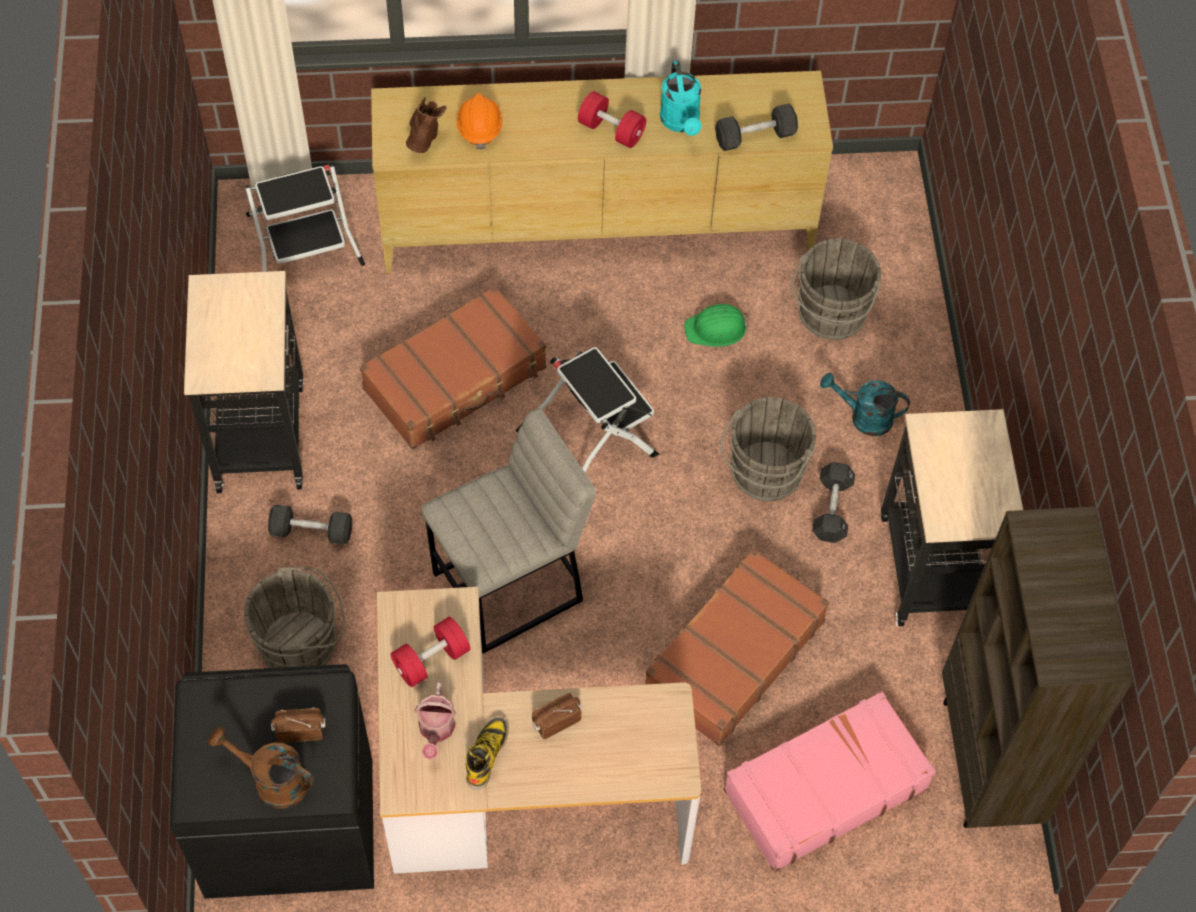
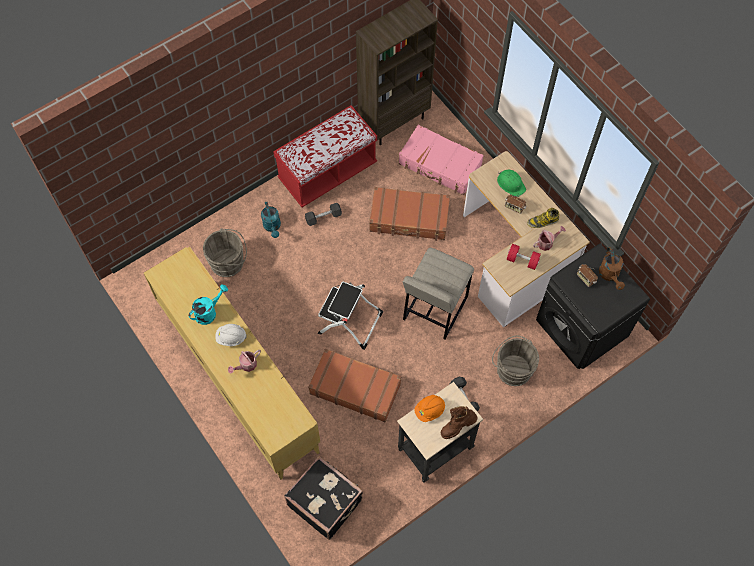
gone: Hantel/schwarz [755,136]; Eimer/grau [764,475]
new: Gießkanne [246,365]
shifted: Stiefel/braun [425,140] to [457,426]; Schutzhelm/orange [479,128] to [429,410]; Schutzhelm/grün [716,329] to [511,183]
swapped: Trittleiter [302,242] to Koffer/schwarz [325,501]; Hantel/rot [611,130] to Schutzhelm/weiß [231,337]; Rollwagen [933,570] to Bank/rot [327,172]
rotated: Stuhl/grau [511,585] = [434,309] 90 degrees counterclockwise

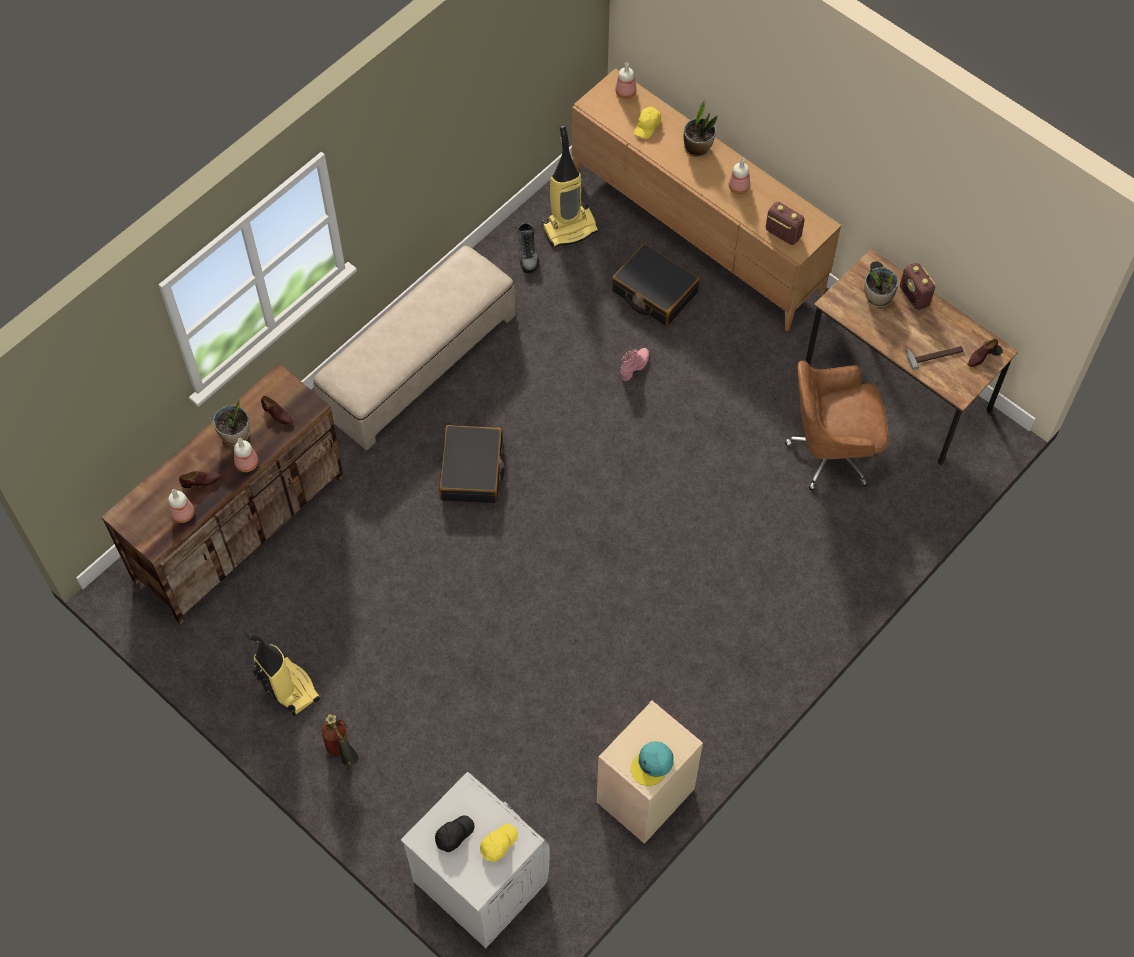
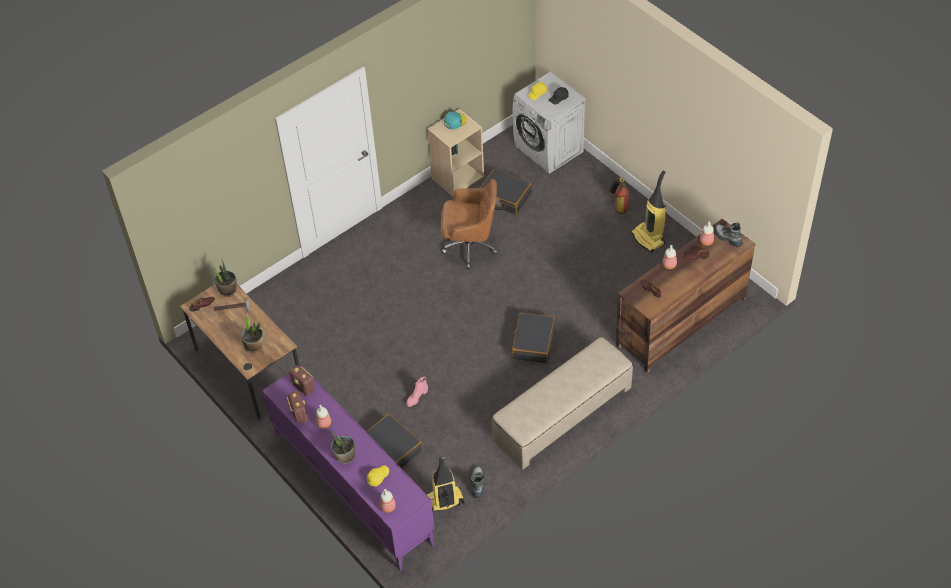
new: Koffer/schwarz [504,197]; Stiefel [727,238]
shifted: Topfpflanze [235,435] to [228,290]; Bürostuhl/braun [831,452] to [470,246]; Radio [914,296] to [299,414]
repainted: Schrank/braun [698,234] to Schrank/lila [351,488]

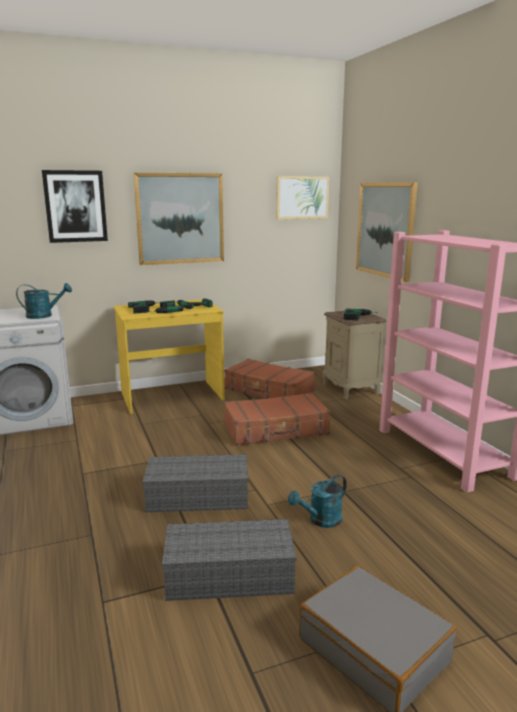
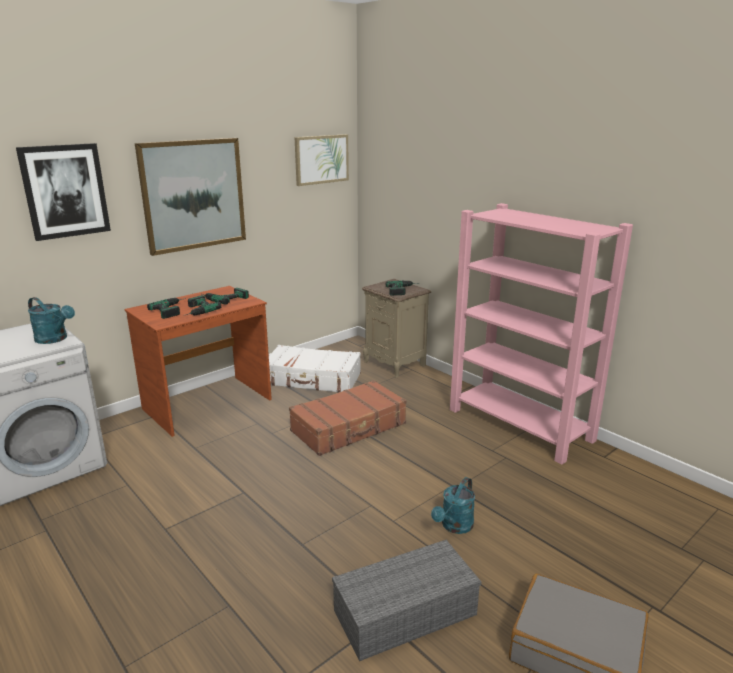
gone: Aufbewahrungsbox/grau [199,496]; Bild [385,230]
repainted: Schreibtisch/gelb [172,397] to Schreibtisch/braun [208,405]; Koffer/braun [269,390] to Koffer/weiß [312,379]
rotated: Gießkanne/türkis [44,316] = [55,339] 60 degrees clockwise

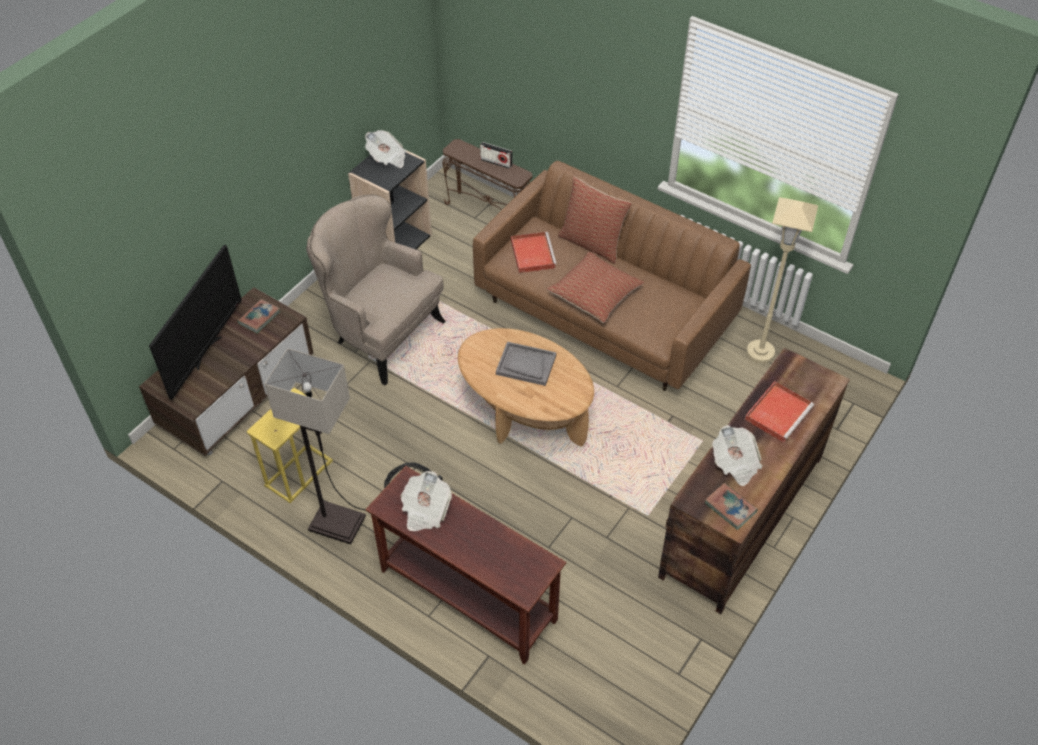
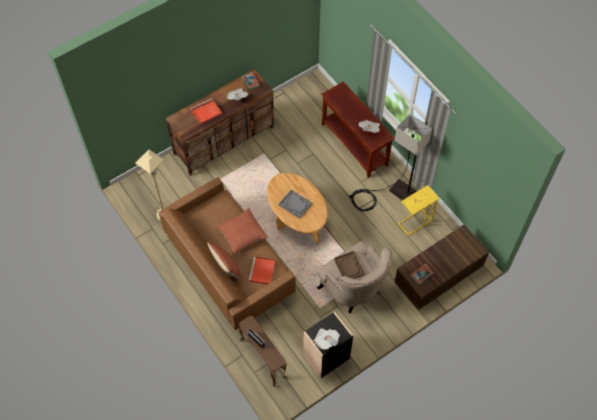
gone: Fernseher [206,352]
new: Tablett/braun [349,266]

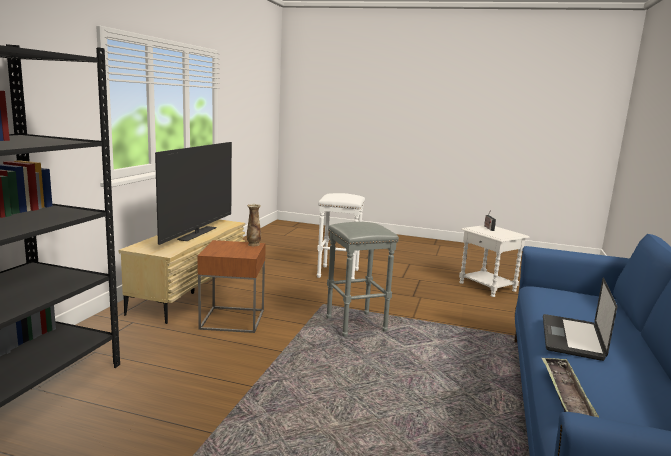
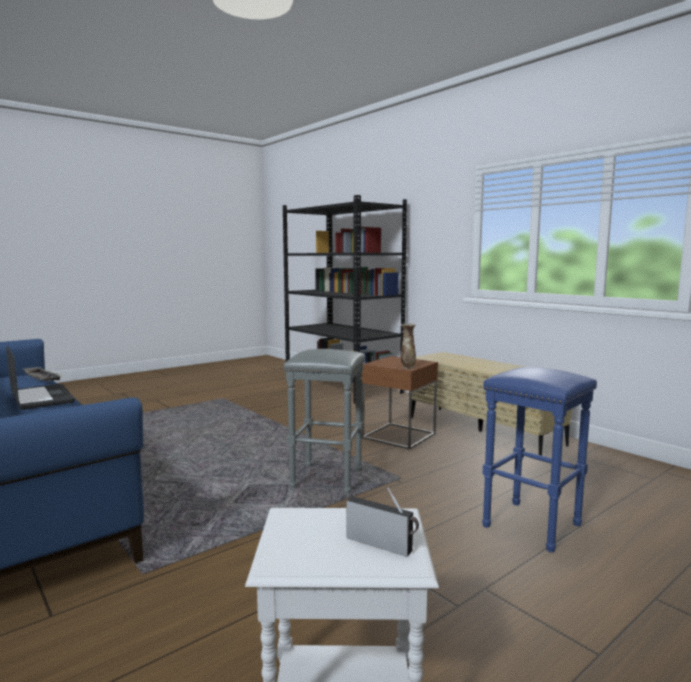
gone: Fernseher [197,234]
repainted: Hocker/weiß [337,273] to Hocker/blau [534,525]

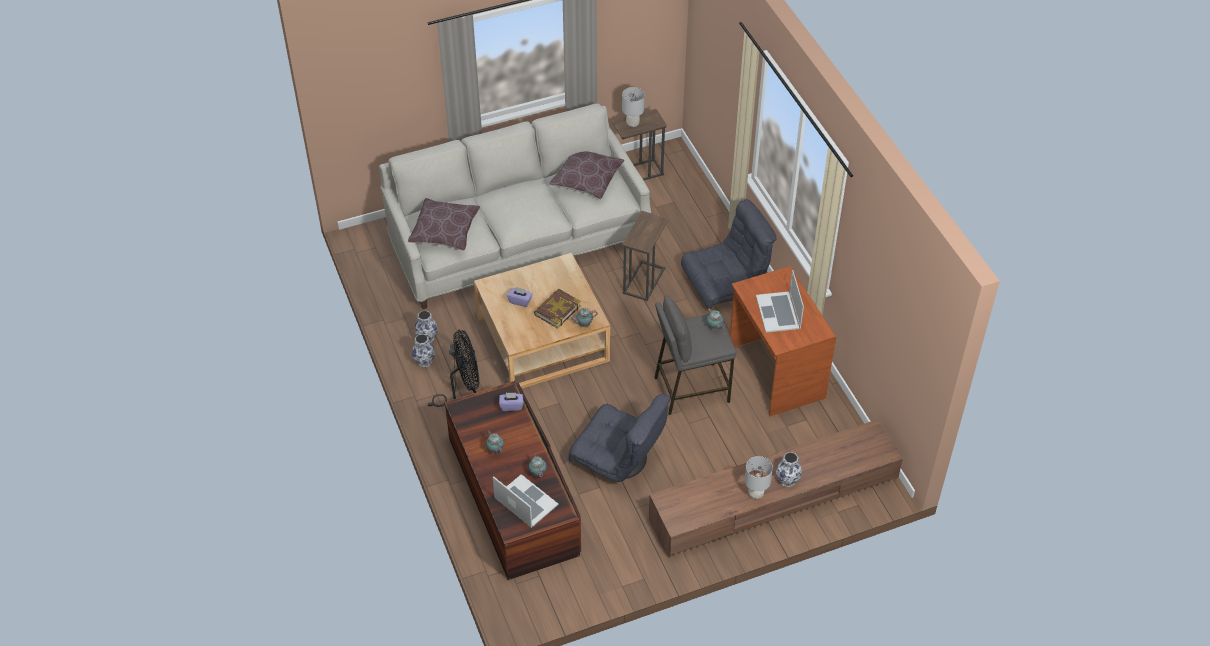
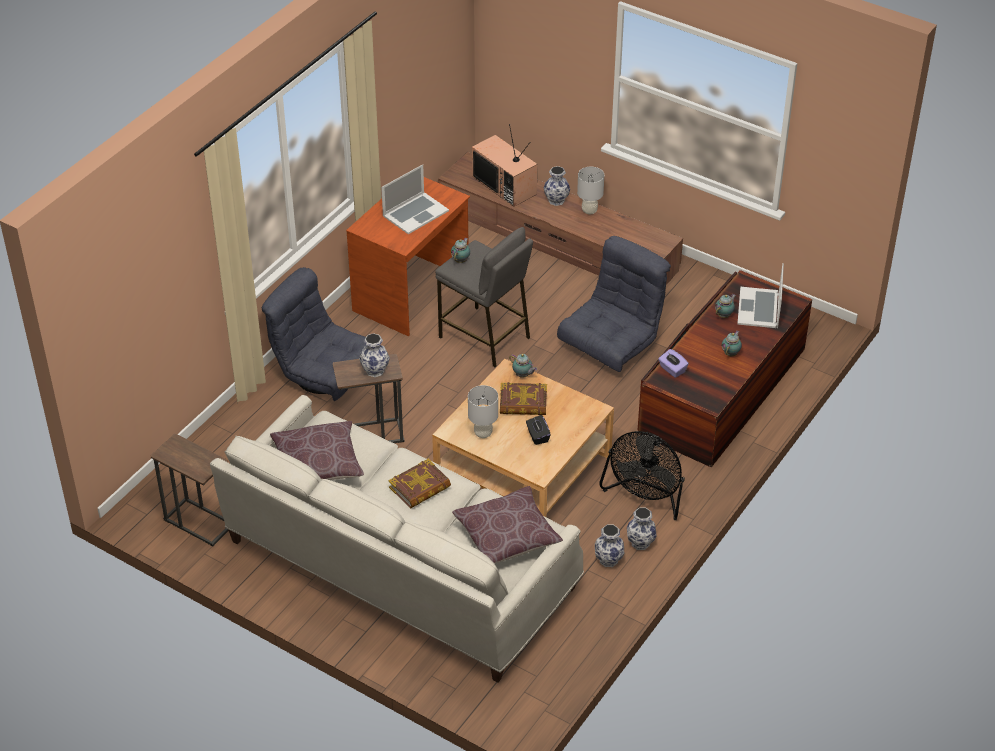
new: Vase [375,370]; Buch [420,488]; Fernseher [506,185]
shifted: Tischlampe/grau [632,124] to [483,433]
repainted: Taschentuchbox/lila [520,301] to Taschentuchbox/schwarz [537,436]
rotated: Ventilator/schwarz [462,388] = [644,493] 105 degrees counterclockwise; Sessel/grau [619,459] = [612,344] 45 degrees clockwise

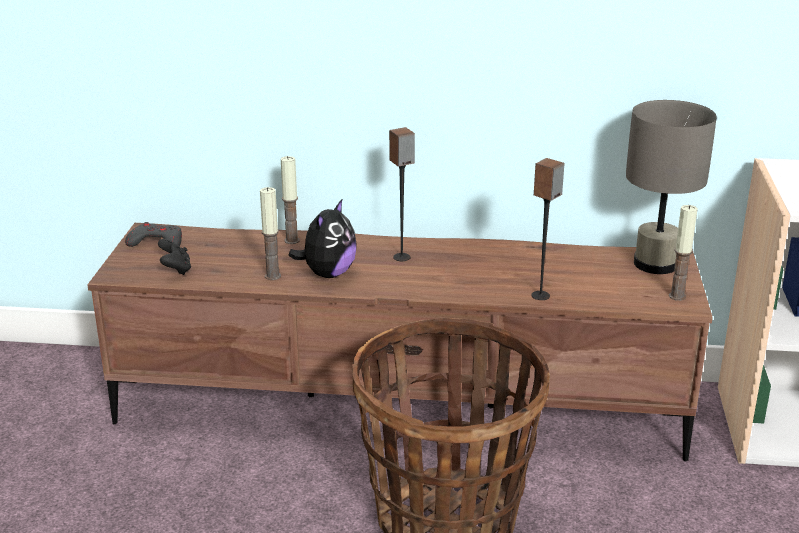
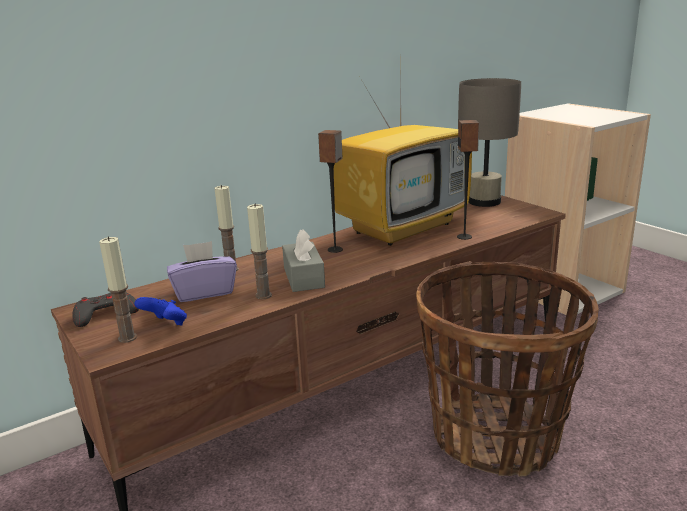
new: Taschentuchbox/lila [204,292]; Fernseher [403,227]
shifted: Kerze [677,296] to [127,338]
swapped: Plüschtier [328,274] to Taschentuchbox/grau [303,277]
repainted: Gamepad/schwarz [176,270] to Gamepad/blau [165,325]

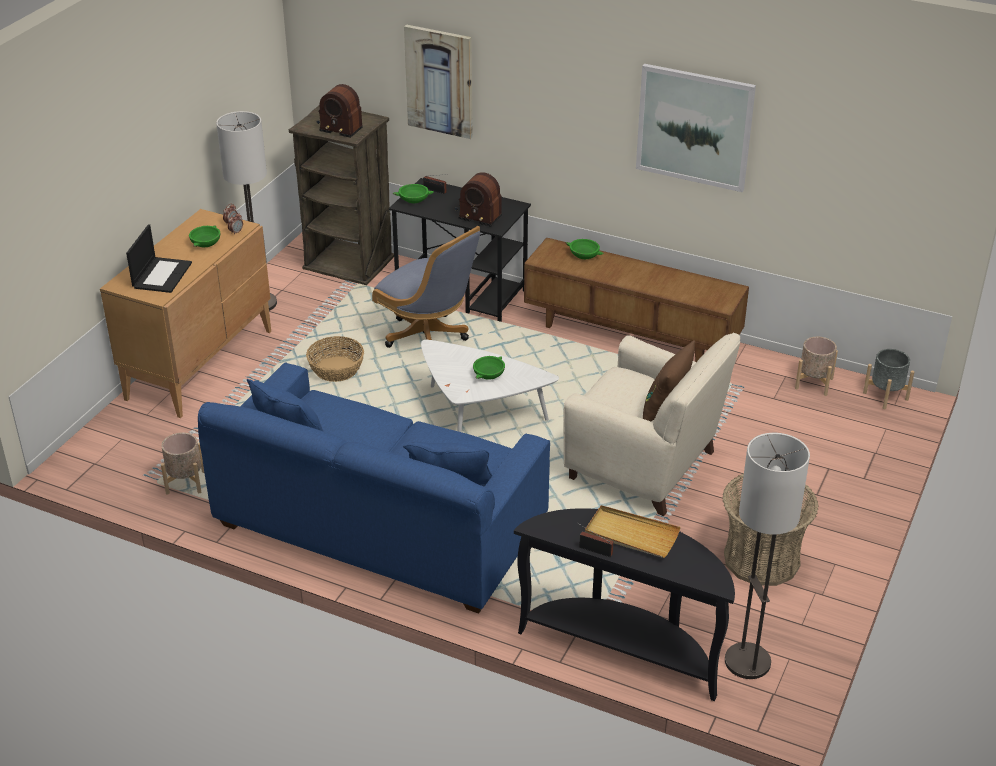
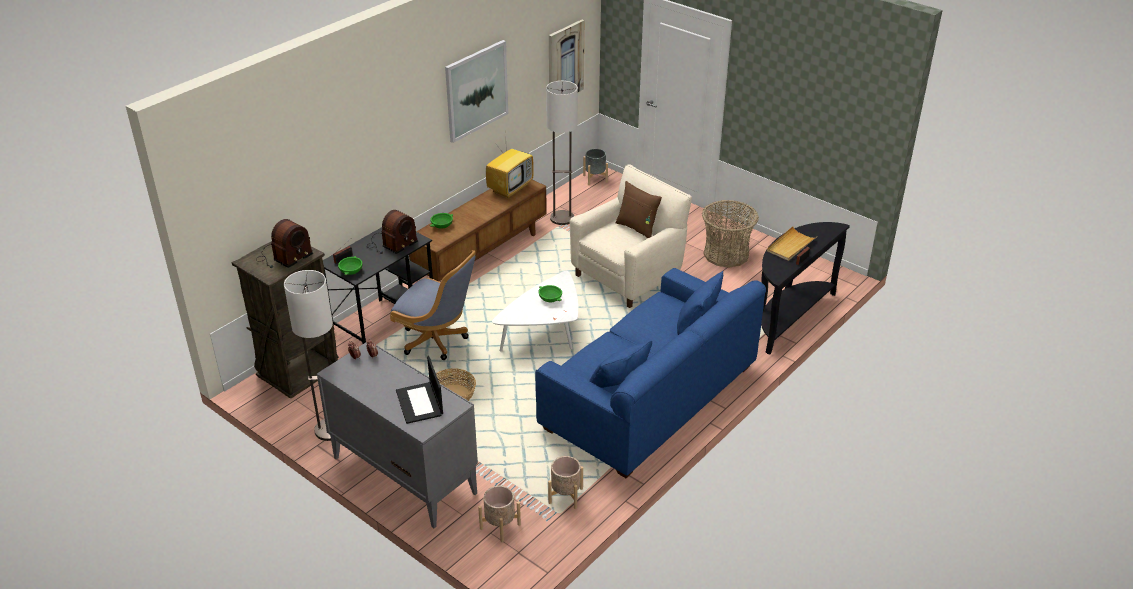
gone: Schüssel/grün [205,243]
new: Fernseher [510,188]
shifted: Bild [439,81] to [565,62]; Stehlampe [748,662] to [562,218]; Pflanzkübel/beige [814,383] to [500,526]
repainted: Schrank/braun [200,364] to Schrank/grau [404,475]
rotated: Laptop [162,275] = [420,403] 135 degrees counterclockwise; Bürostuhl/blau [431,339] = [439,342] 60 degrees clockwise

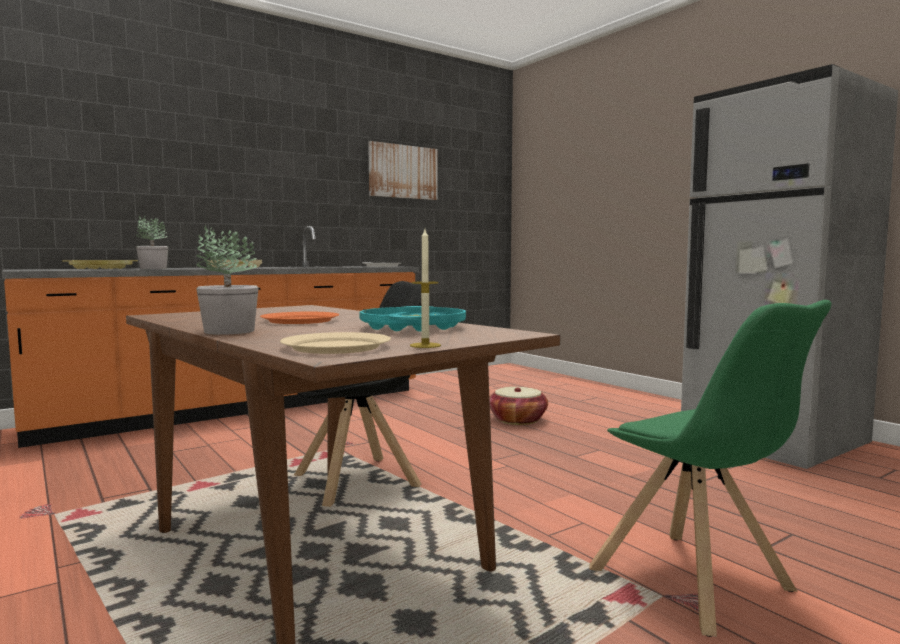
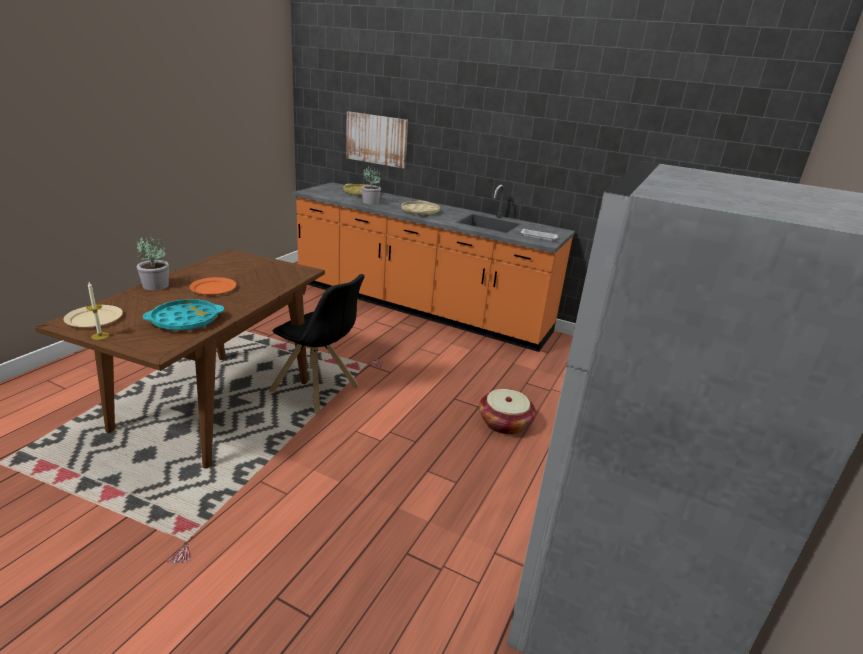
gone: Stuhl/grün [698,583]
shifted: Bild [403,172] to [377,139]

